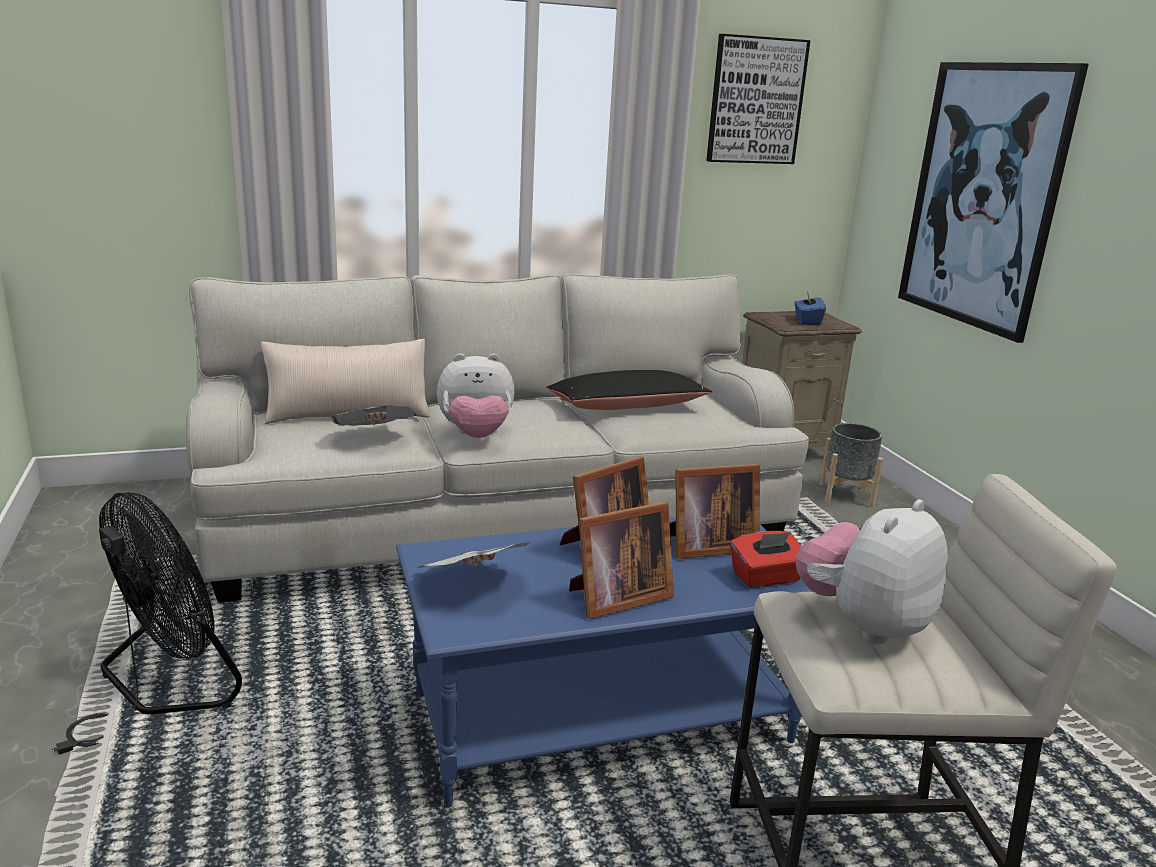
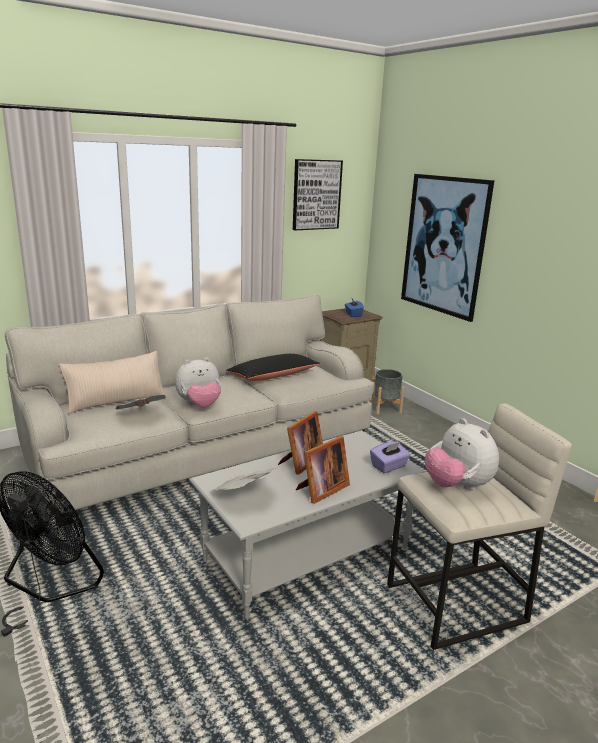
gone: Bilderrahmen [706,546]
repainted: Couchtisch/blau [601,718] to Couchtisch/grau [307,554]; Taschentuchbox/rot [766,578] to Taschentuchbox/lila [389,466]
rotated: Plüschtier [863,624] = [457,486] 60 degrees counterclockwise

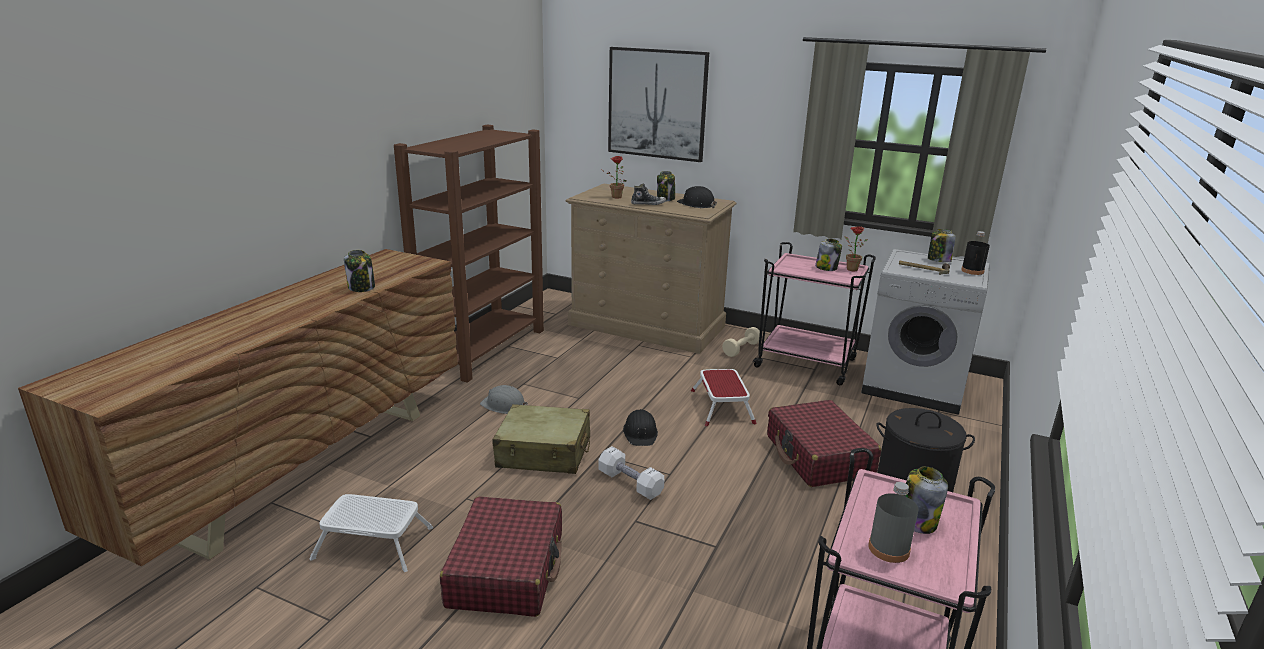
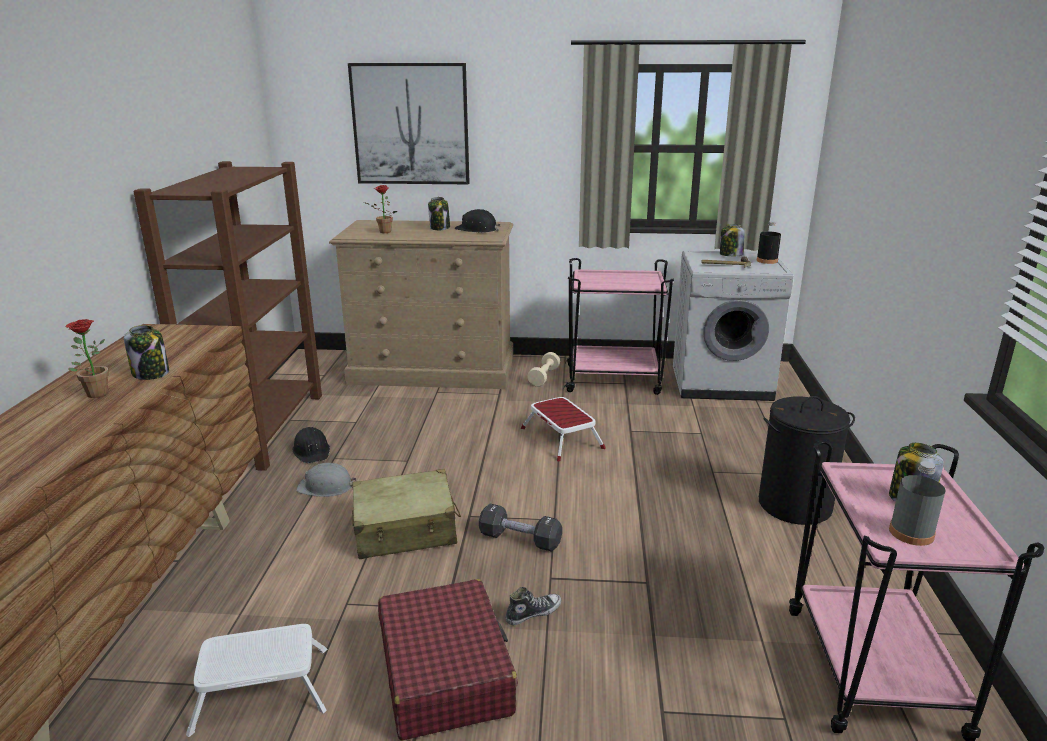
gone: Koffer/rot [818,456]; Vorratsglas [826,268]
shifted: Schutzhelm/schwarz [640,433] to [312,451]; Schuh [648,204] to [533,613]; Topfpflanze [850,269] to [94,393]
repainted: Hantel/weiß [630,483] to Hantel/schwarz [520,539]

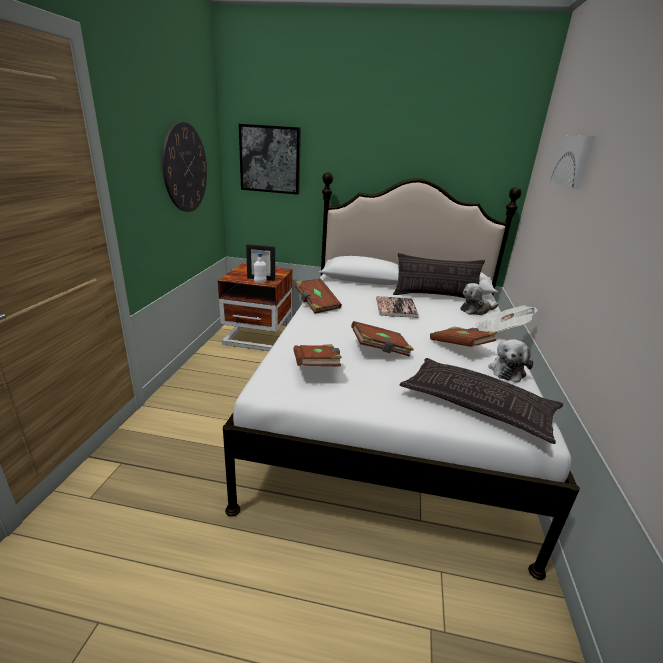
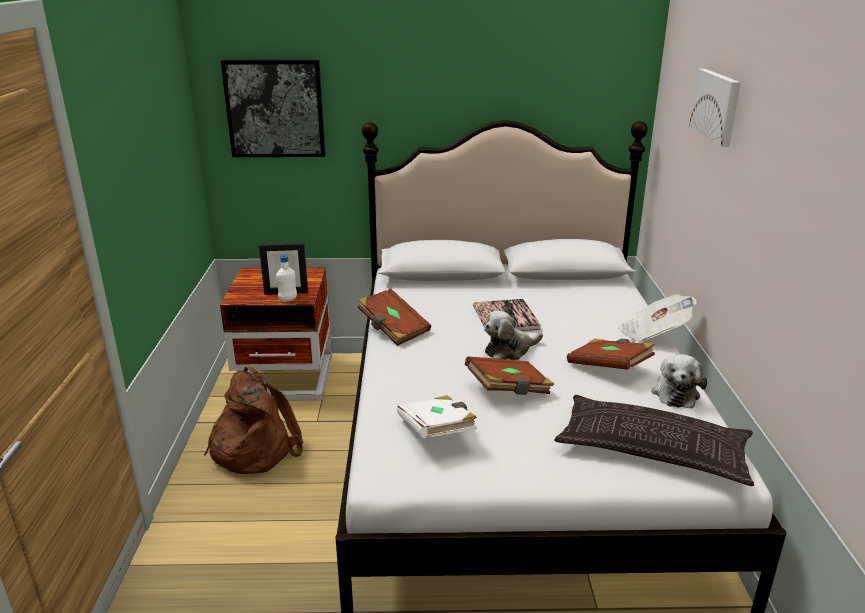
gone: Wanduhr [185,168]; Kissen [435,296]
new: Rucksack/braun [254,448]
shifted: Plüschtier [476,310] to [509,350]
repainted: Buch/braun [317,366] to Buch/weiß [437,431]

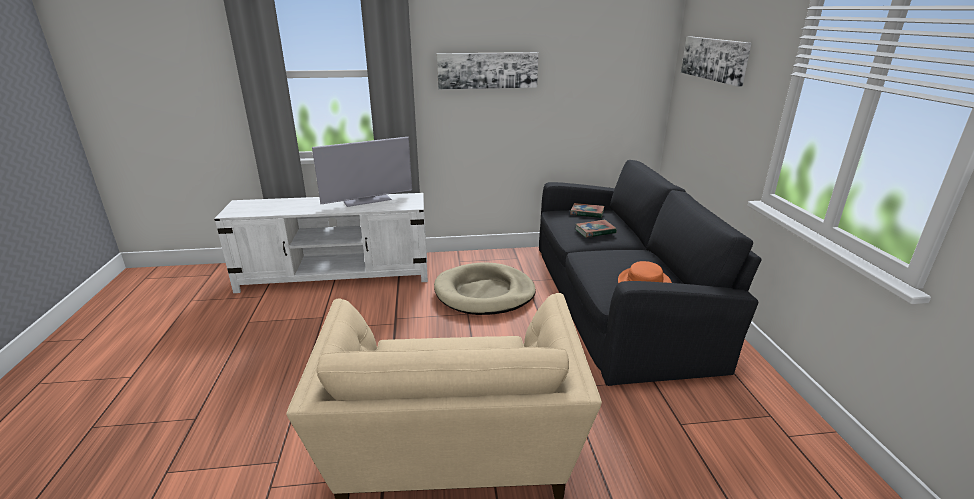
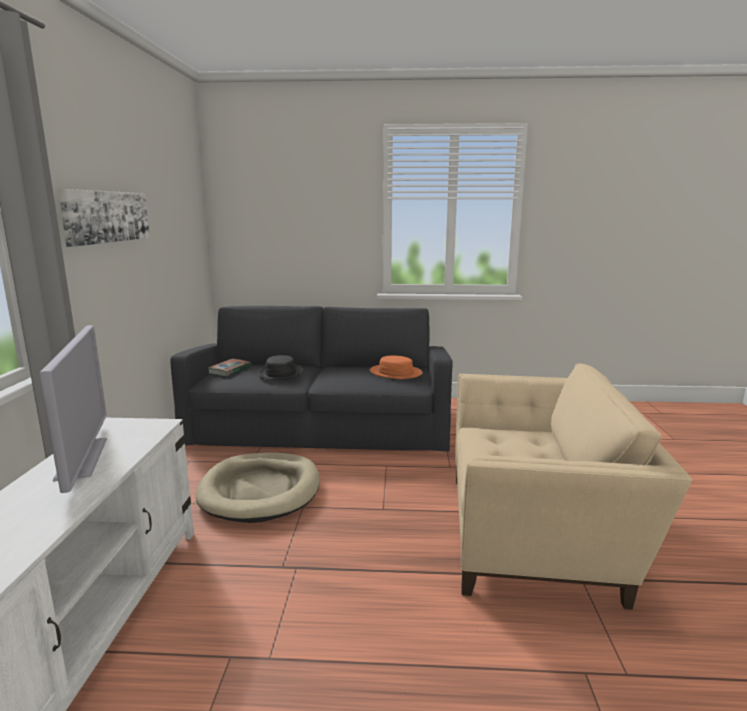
gone: Bild [714,59]
swapped: Buch [595,231] to Hut/schwarz [280,373]

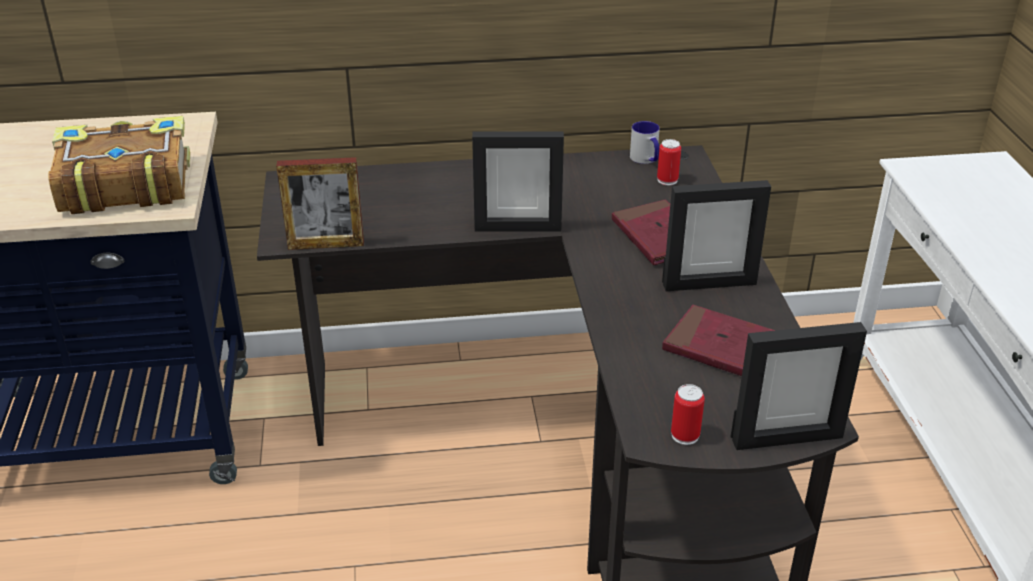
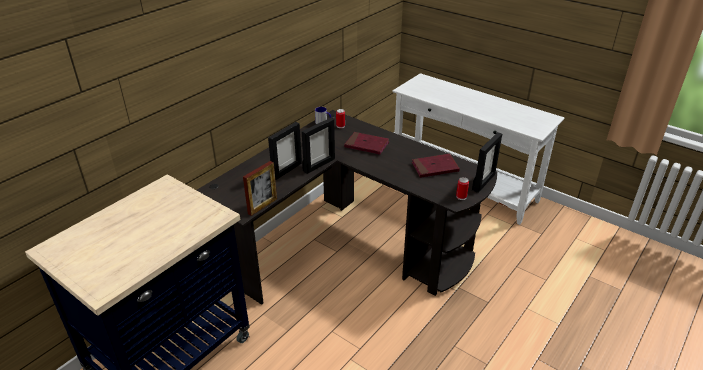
gone: Buch [124,184]
shifted: Bilderrahmen [709,283] to [286,170]

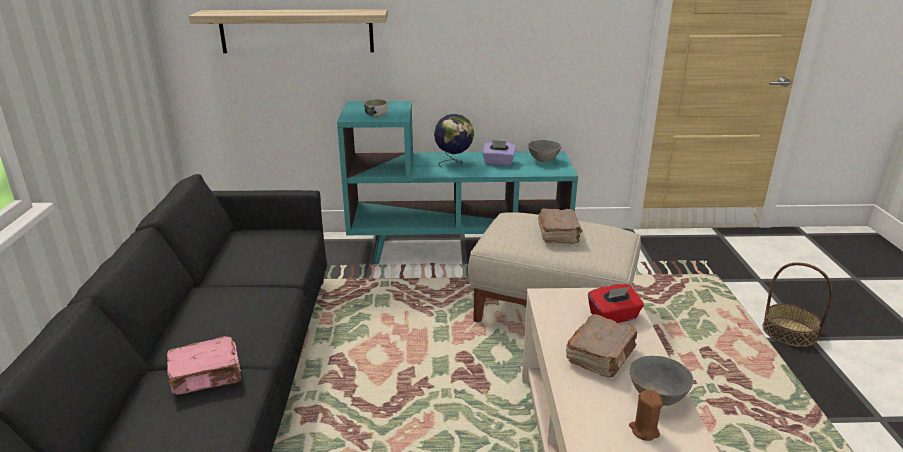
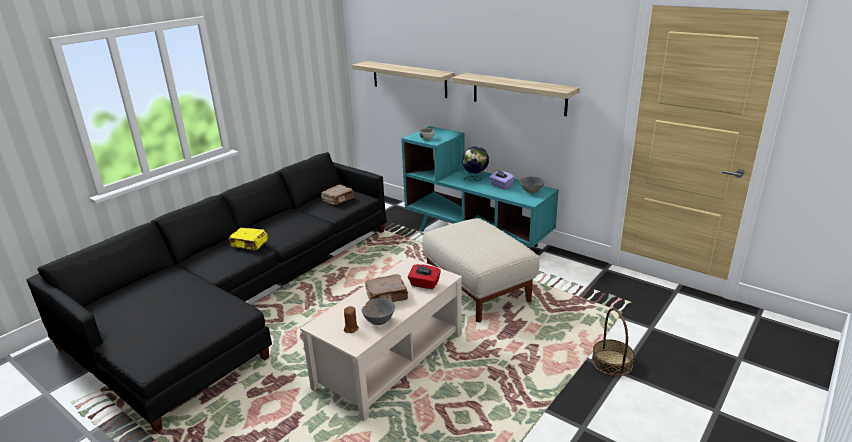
new: Wandregal [518,94]
shifted: Buch/braun [558,234] to [338,200]
repainted: Buch/rosa [207,376] to Buch/gelb [249,244]

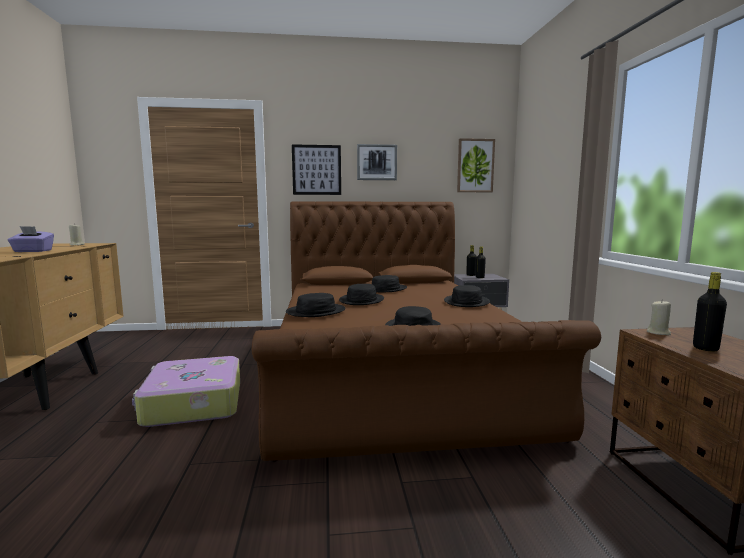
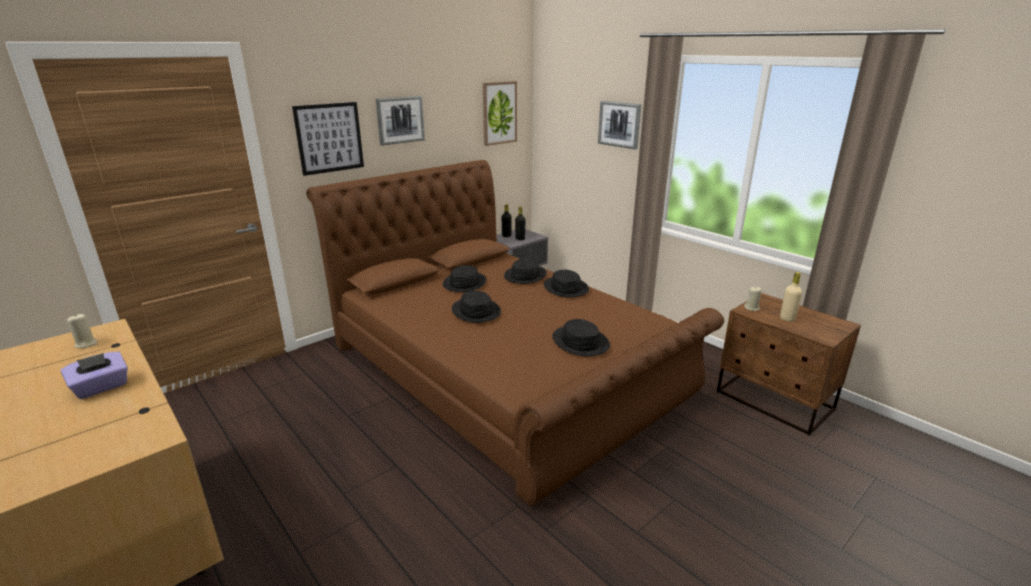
gone: Koffer [192,404]
new: Bild [619,124]
shifted: Hut/schwarz [316,311] to [525,275]
repainted: Flasche/schwarz [705,348] to Flasche/beige [787,319]

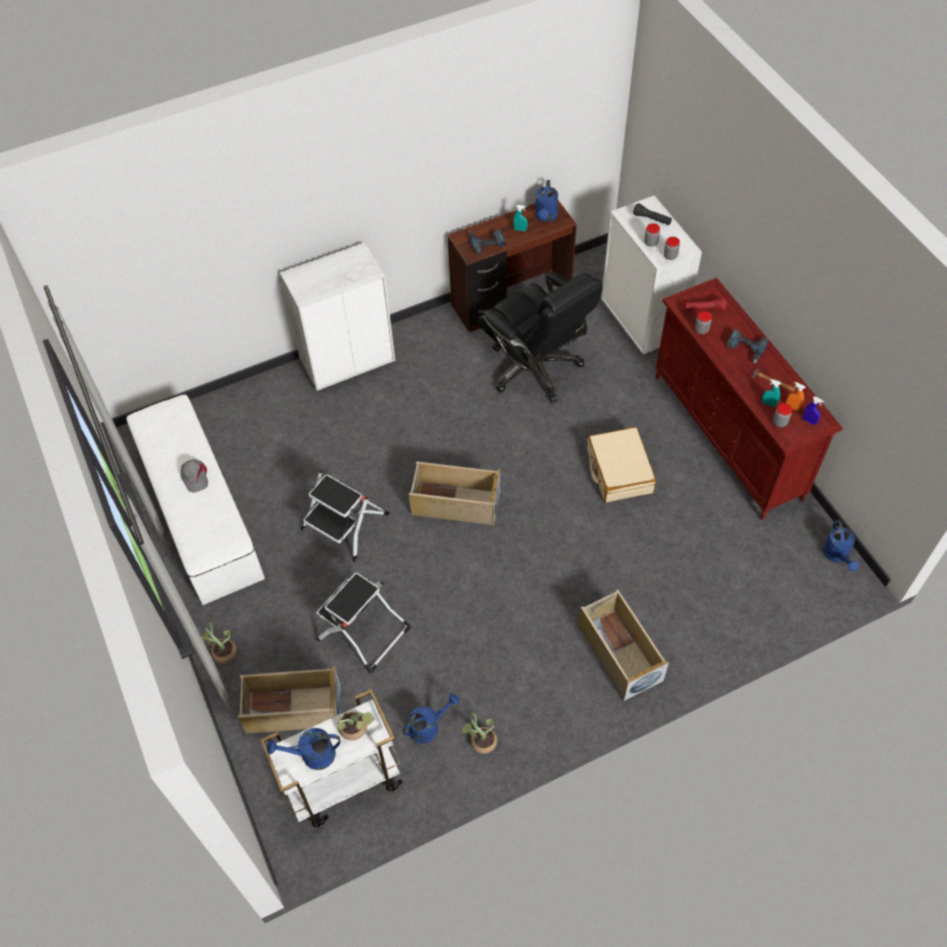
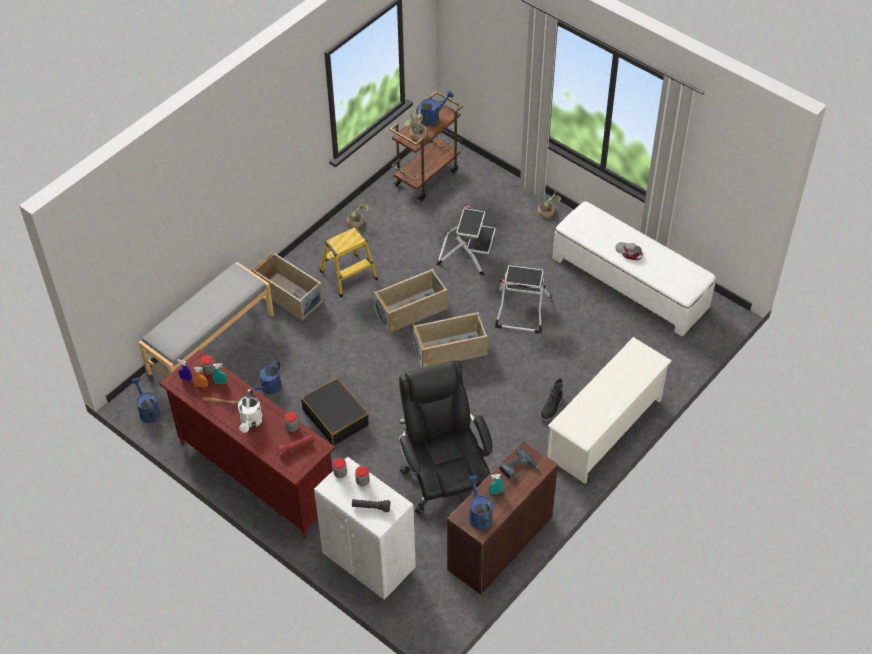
new: Bank/grau [210,343]; Trittleiter/gelb [348,275]; Stiefel/schwarz [552,409]
shifted: Aufbewahrungsbox/beige [292,709] to [411,310]; Gießkanne/blau [429,726] to [268,389]
swapped: Schrank/weiß [348,362] to Schuhregal/weiß [605,429]; Bohrmaschine [745,349] to Gießkanne/weiß [251,422]
repainted: Rollwagen/weiß [343,785] to Rollwagen/braun [427,177]; Koffer/beige [619,471] to Koffer/schwarz [336,417]
rotated: Bürostuhl/schwarz [535,368] = [444,482] 45 degrees clockwise

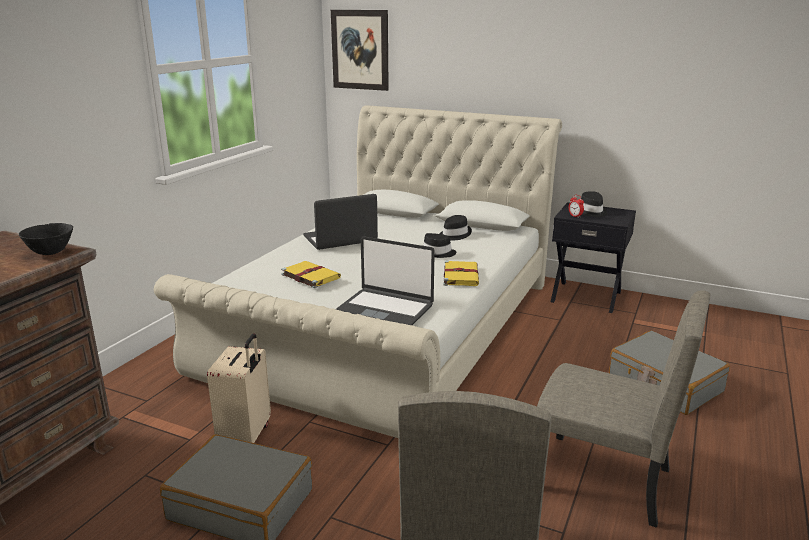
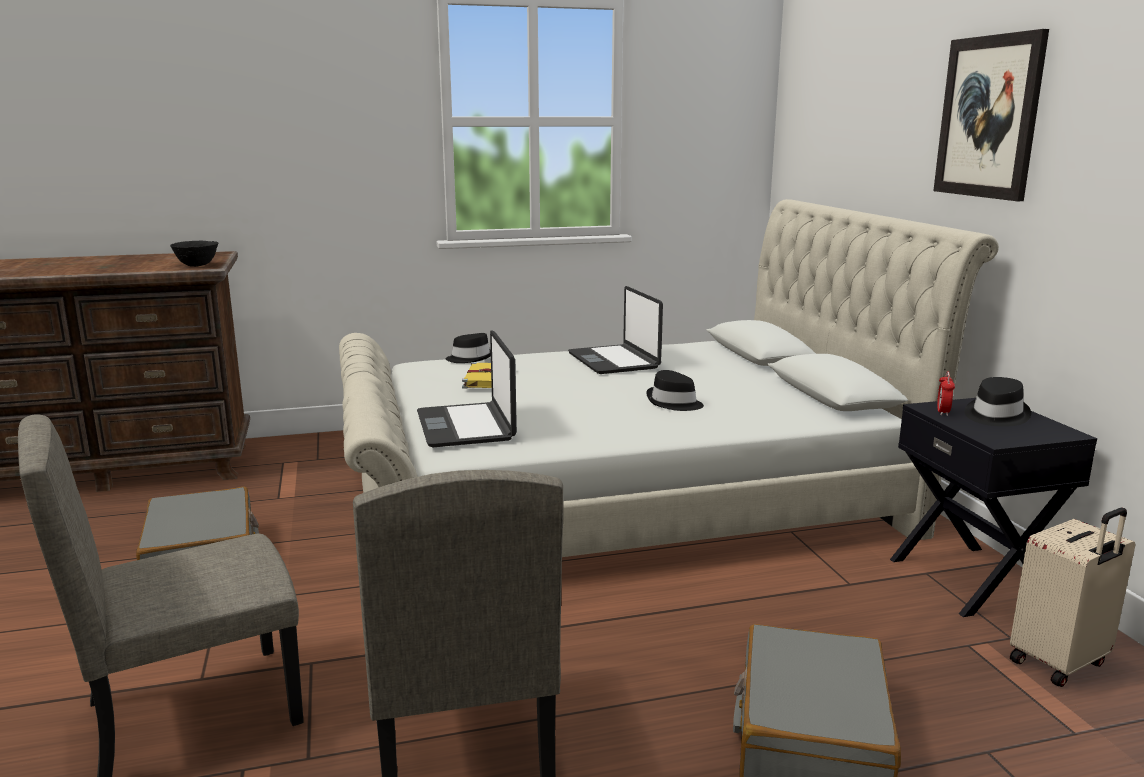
gone: Buch/gelb [460,275]
shifted: Koffer/beige [246,436] to [1060,663]; Bild [360,50] to [989,117]; Hut/schwarz [454,235] to [470,358]
rotated: Laptop [340,239] = [614,361] 135 degrees counterclockwise

